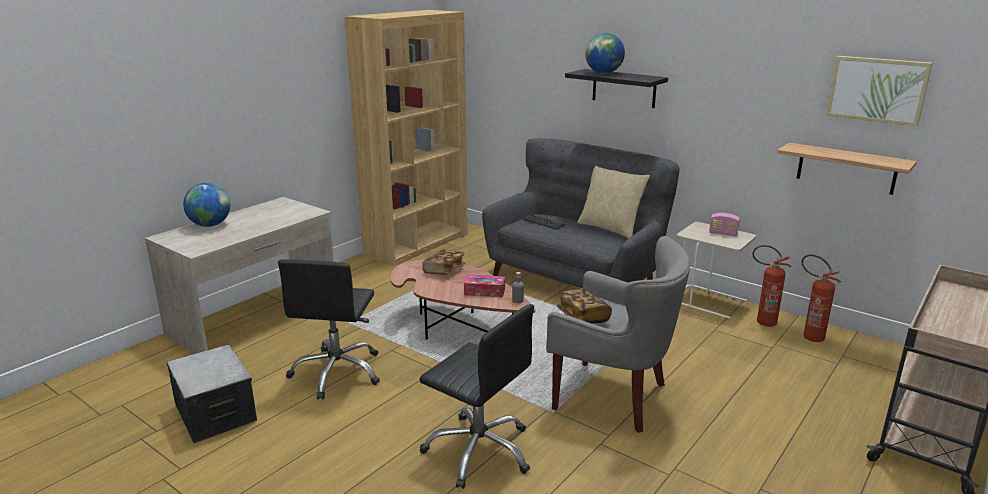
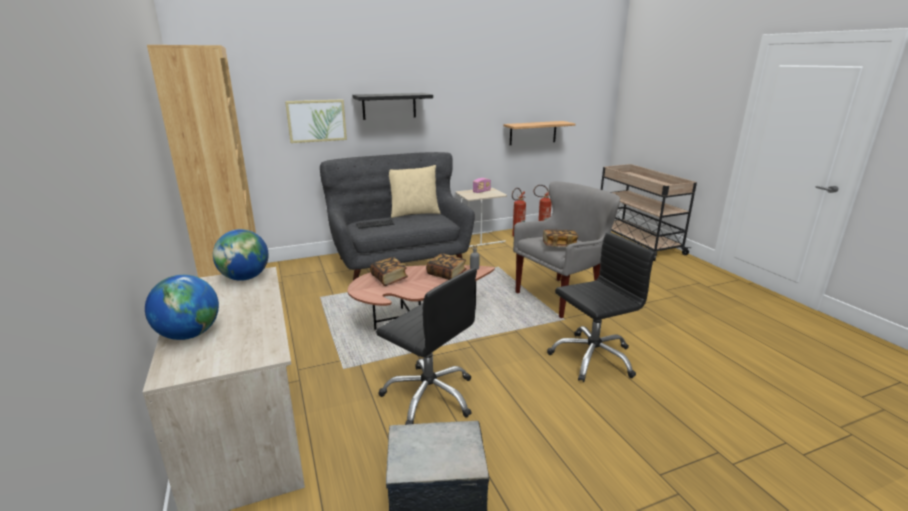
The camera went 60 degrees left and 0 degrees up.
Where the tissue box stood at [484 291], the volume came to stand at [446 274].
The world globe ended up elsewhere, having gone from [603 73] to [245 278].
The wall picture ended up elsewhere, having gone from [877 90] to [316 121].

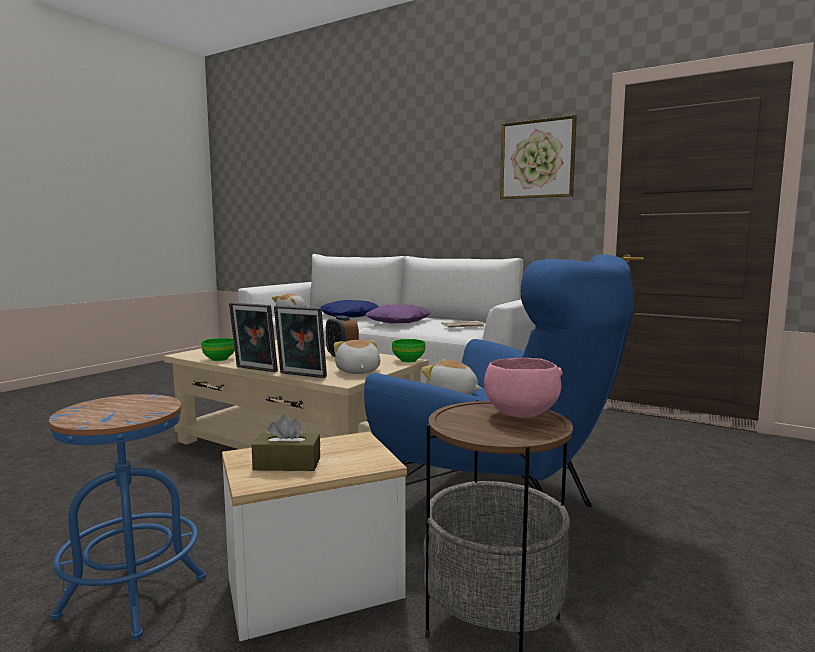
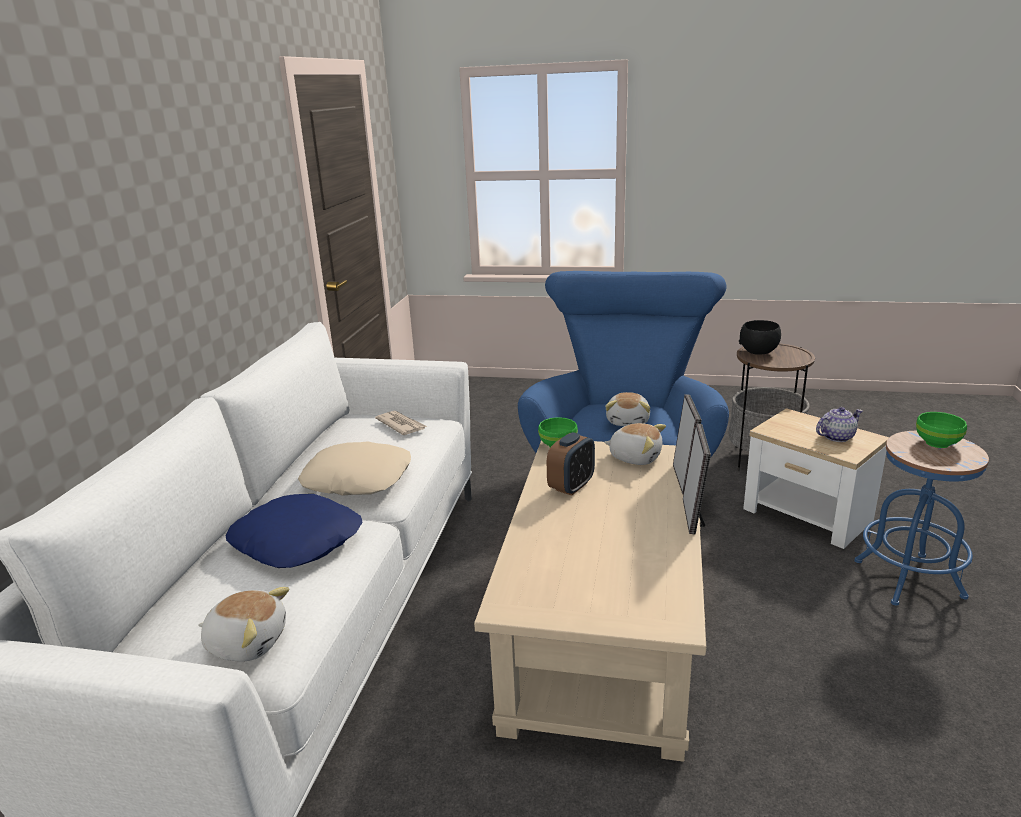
The camera went 110 degrees left and 15 degrees up.
The serving bowl in green-coloured ended up elsewhere, having gone from [220 359] to [936 443].
Where the tissue box in brown stood at [287 464], the teapot came to stand at [836 437].
The soft toy at [357 372] ended up facing another way, 120 degrees counterclockwise from before.
What was the pillow in purplish at [398 321] turned into the pillow in beige-coloured at [358 479].
What was the serving bowl in pink at [519 414] turned into the serving bowl in black-coloured at [759 352].
The second view lost the wall picture at [537 159].

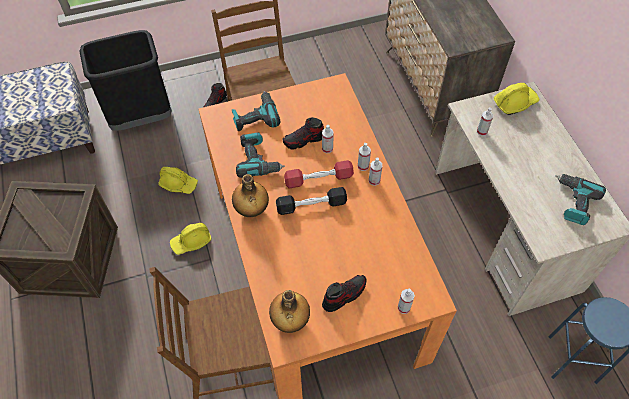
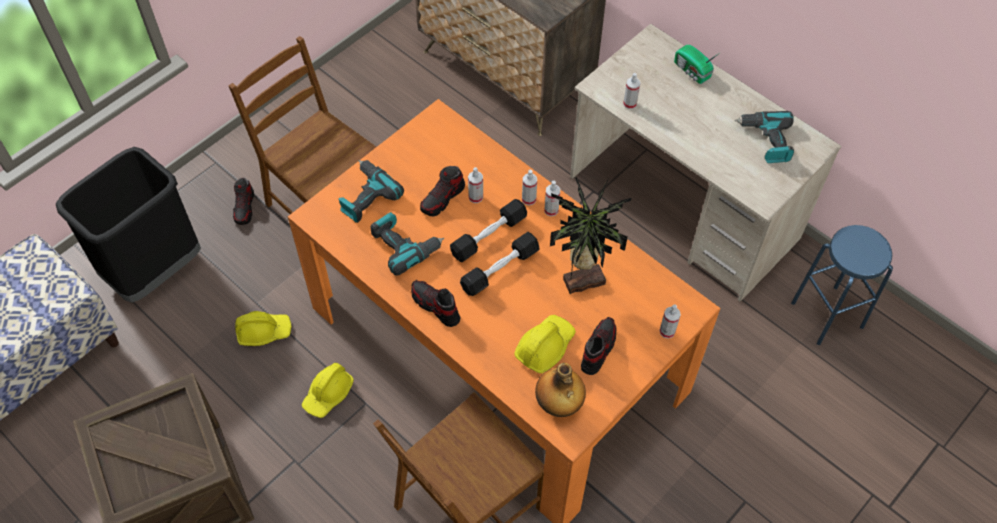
The camera went 30 degrees left and 0 degrees up.
Where the drink bottle stood at [251 210], the low shoe came to stand at [435 306].
What was the hand weight in red at [318 179] turned into the hand weight in black-coloured at [488 236].
The work helmet in yellow-coloured ended up elsewhere, having gone from [514 102] to [544 347].
The second view gained the houseplant at [582 279].
The second view gained the radio at [692 71].

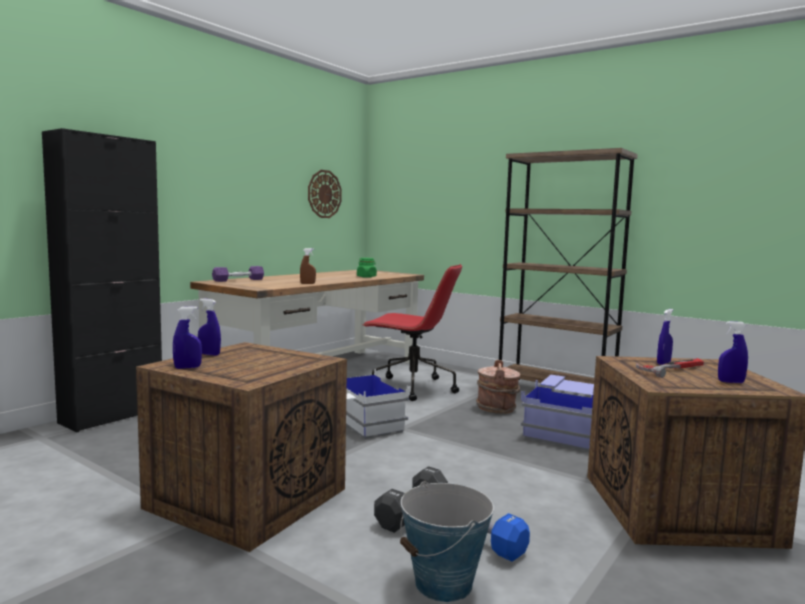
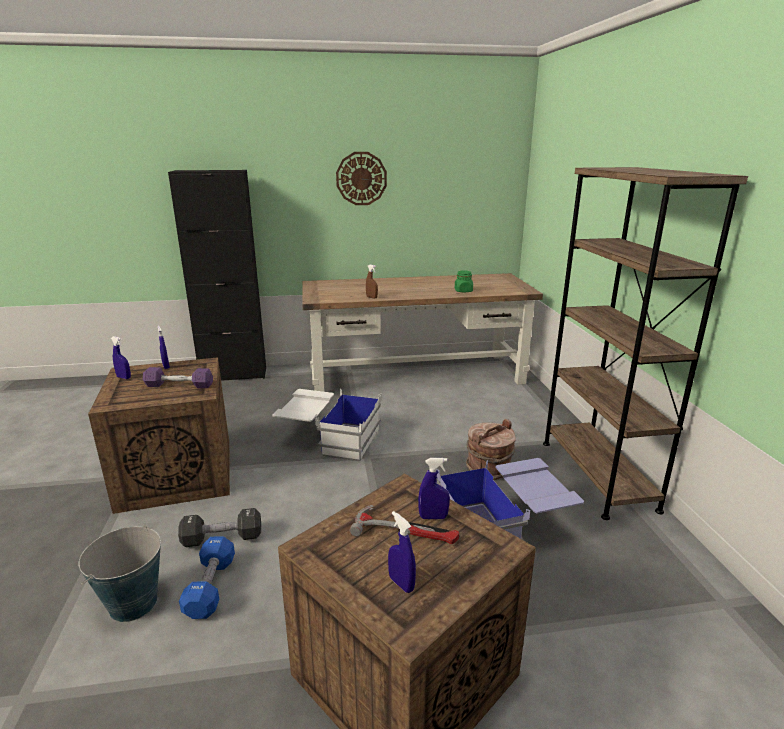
The camera went 45 degrees right and 15 degrees up.
The hand weight in purplish ended up elsewhere, having gone from [238 280] to [179 385].
The wall clock ended up elsewhere, having gone from [324 194] to [361 178].
The second view lost the office chair in red at [411 388].

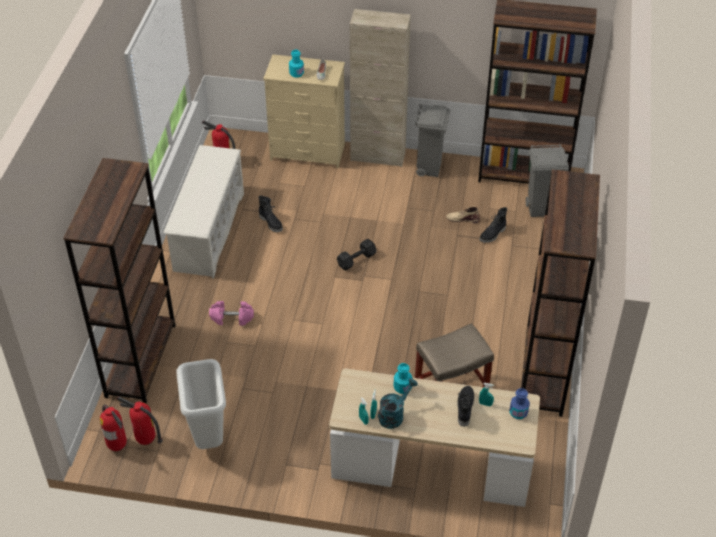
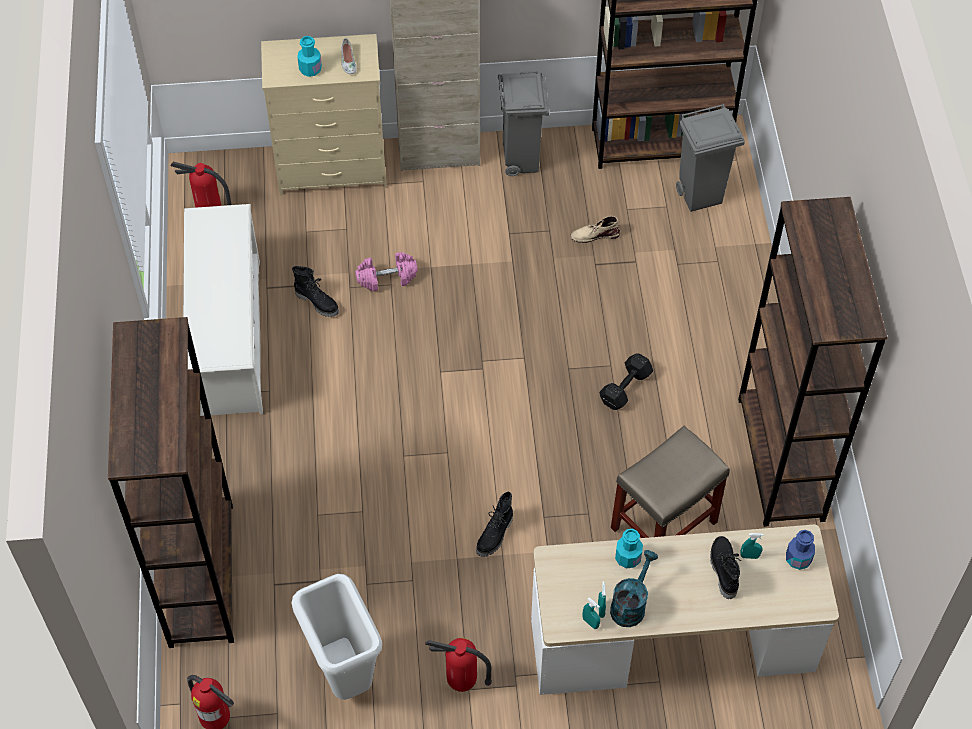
The camera went 15 degrees left and 10 degrees up.
The fire-fighting cylinder ended up elsewhere, having gone from [145 440] to [461 683].
The hand weight in pink ended up elsewhere, having gone from [232 318] to [387 278].
The hand weight in black-coloured ended up elsewhere, having gone from [355 260] to [624 389].
The high-top boot in black-coloured ended up elsewhere, having gone from [493 234] to [495 535].

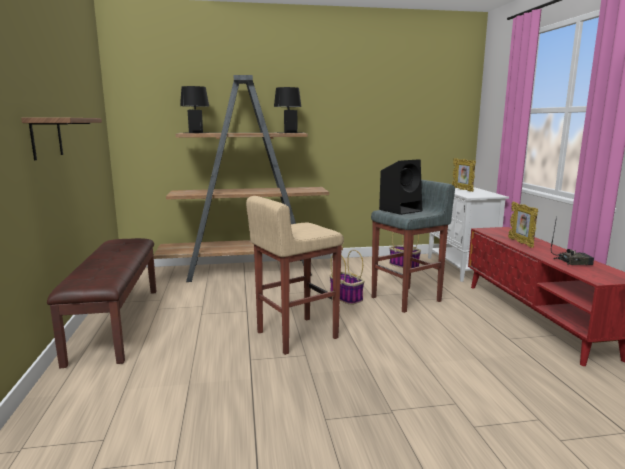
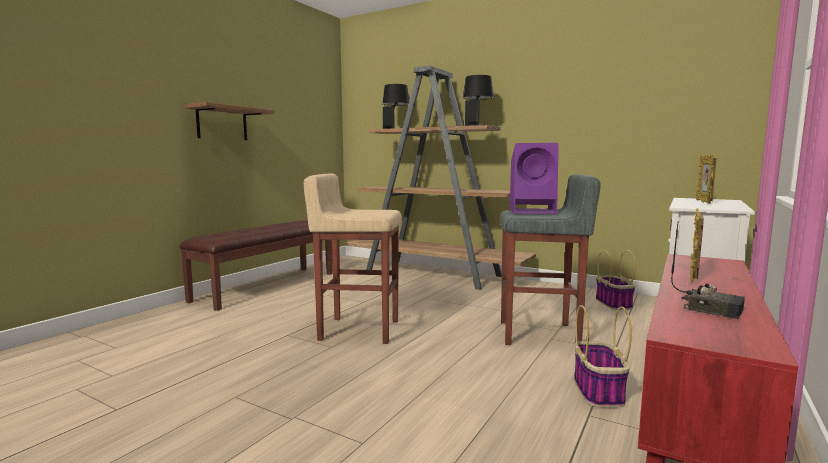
The camera went 40 degrees right and 5 degrees down.
The basket ended up elsewhere, having gone from [346 298] to [598 391].
What was the audio speaker in black-coloured at [401 210] turned into the audio speaker in purplish at [533 211].

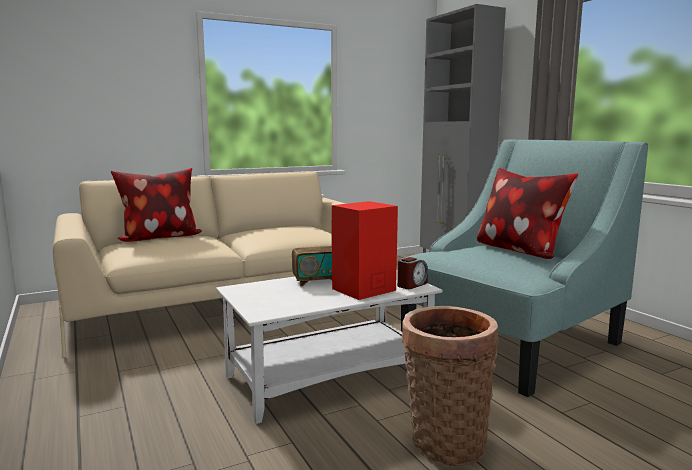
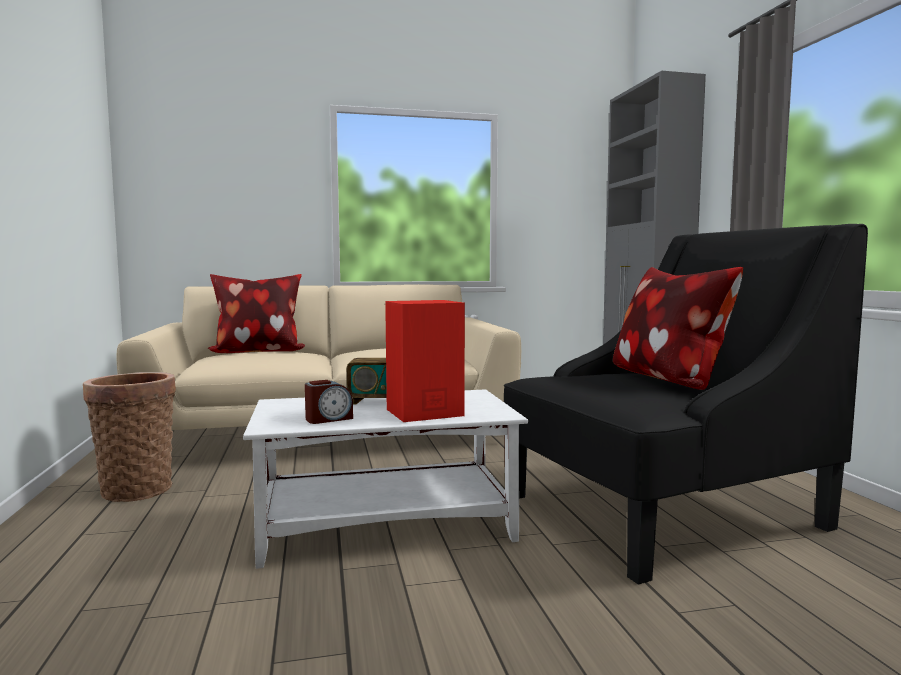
The camera went 15 degrees right and 5 degrees down.
The table clock ended up elsewhere, having gone from [412 285] to [328 419].
What was the armchair in turquoise-coloured at [510 343] turned into the armchair in black-coloured at [660 511].
The basket ended up elsewhere, having gone from [444 441] to [137 488].

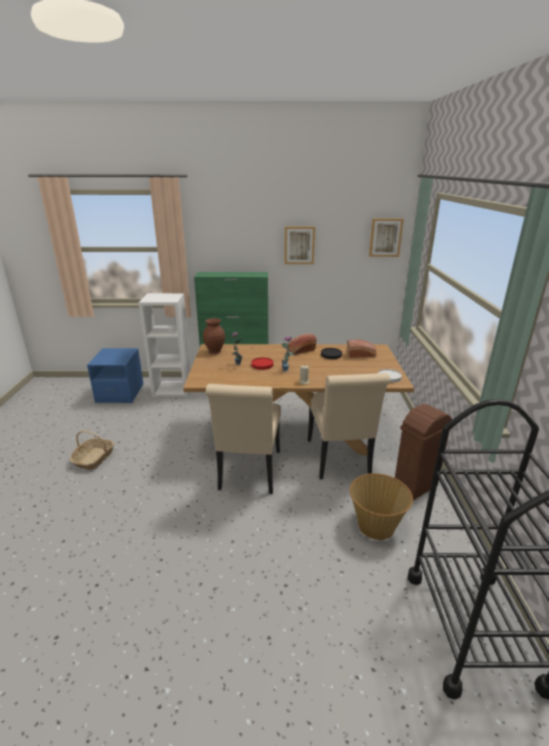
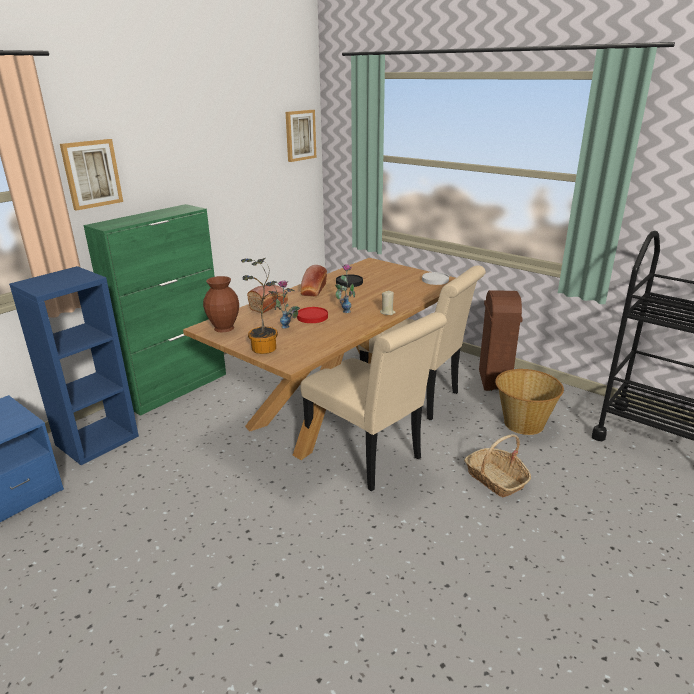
The camera went 50 degrees left and 0 degrees up.
The basket ended up elsewhere, having gone from [94 458] to [496 479].
What was the shelving unit in whitish at [173 389] turned into the shelving unit in blue at [97 440].
The wall picture ended up elsewhere, having gone from [299 245] to [91 174].
The bread ended up elsewhere, having gone from [361 355] to [270 305].
The second view gained the houseplant at [268 348].

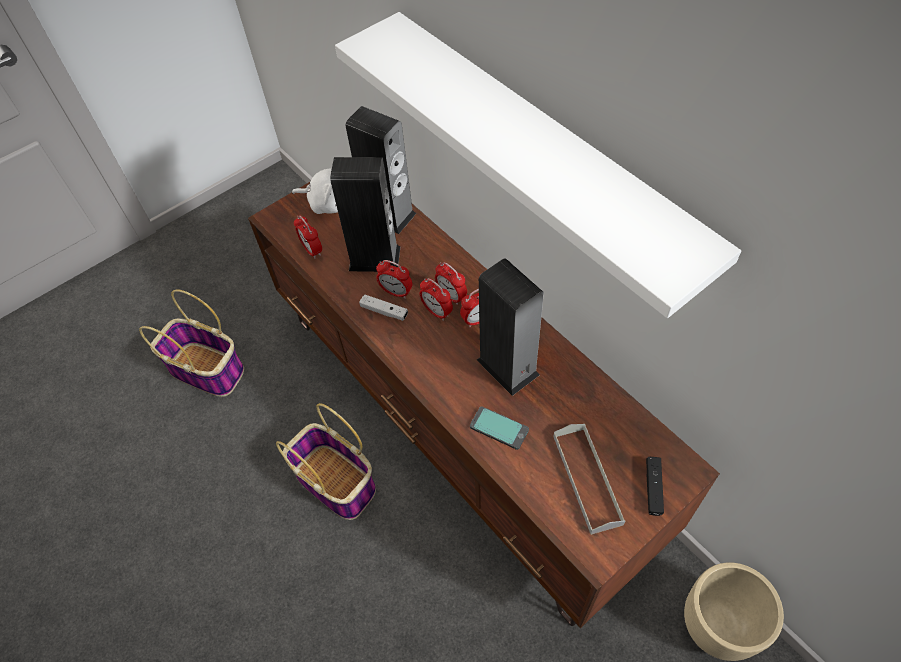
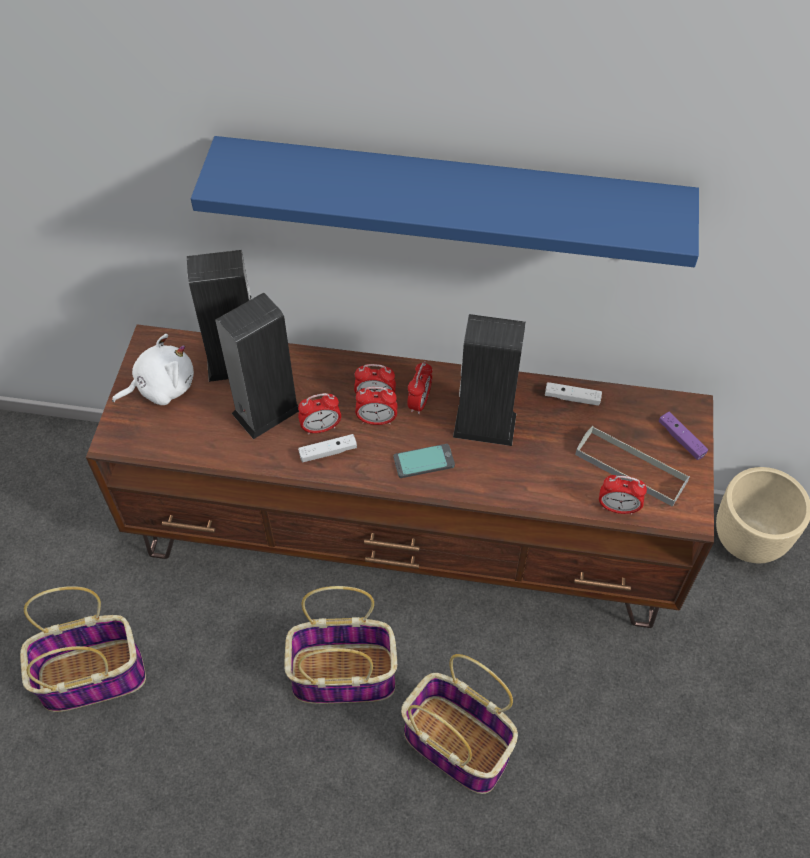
The camera went 45 degrees left and 0 degrees up.
The table clock ended up elsewhere, having gone from [312 250] to [617 508].
What was the bracket shelf in whitish at [542 152] turned into the bracket shelf in blue at [450 199].
The handset ended up elsewhere, having gone from [499 428] to [423 461].
What was the joypad in black-coloured at [653 488] turned into the joypad in purplish at [681 439].
The second view gained the basket at [458 745].
The second view gained the joypad in whitish at [572 398].

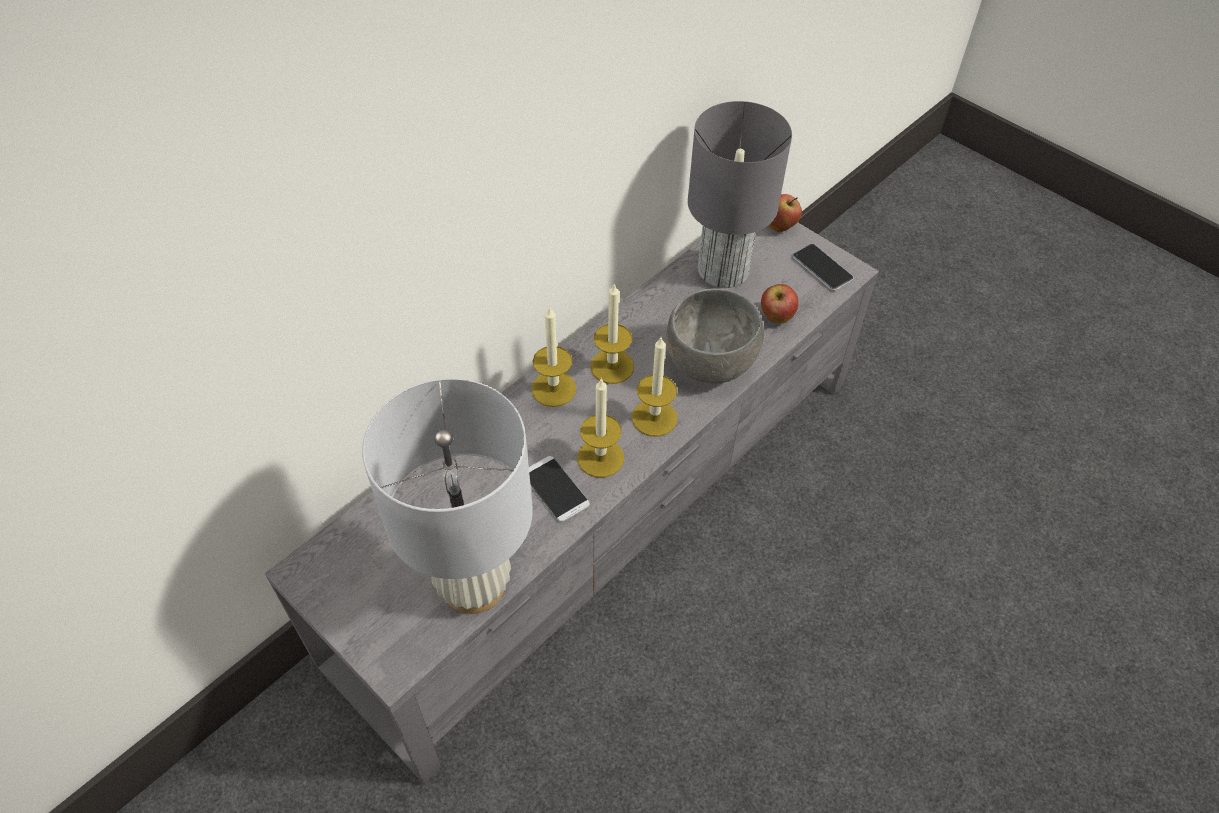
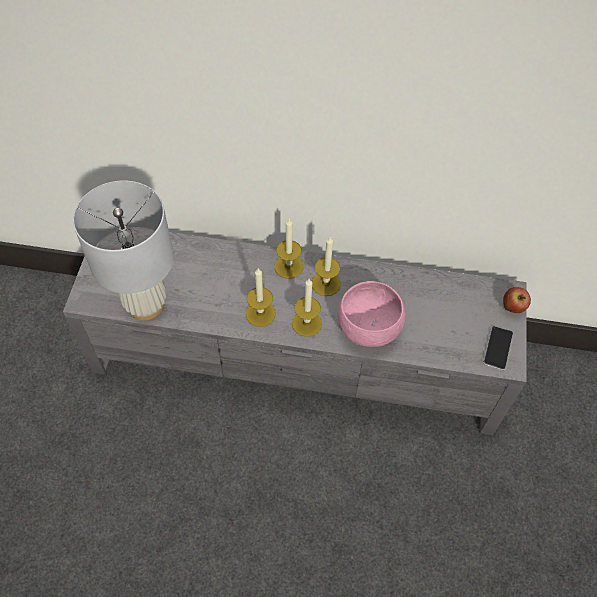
The camera went 55 degrees right and 5 degrees up.
The second view lost the handset at [555 489].
What was the serving bowl in grey at [709 362] turned into the serving bowl in pink at [369 328].
The second view lost the table lamp in grey at [724 271].
The second view lost the apple fruit at [776 317].

